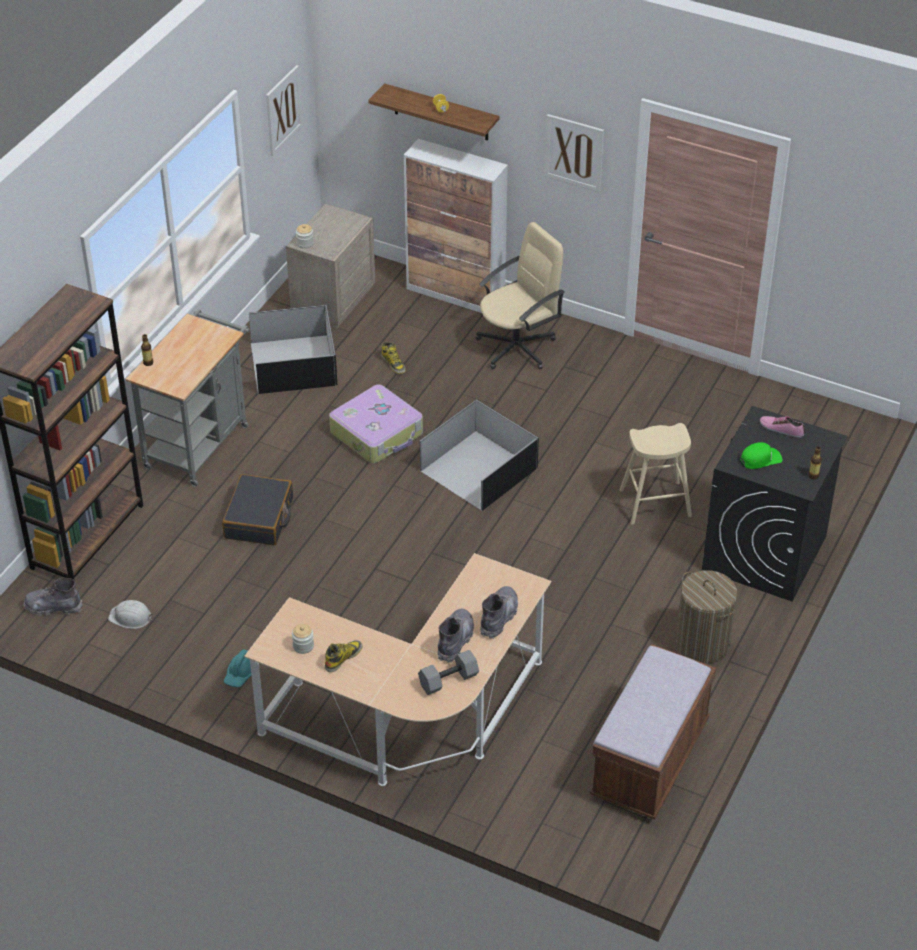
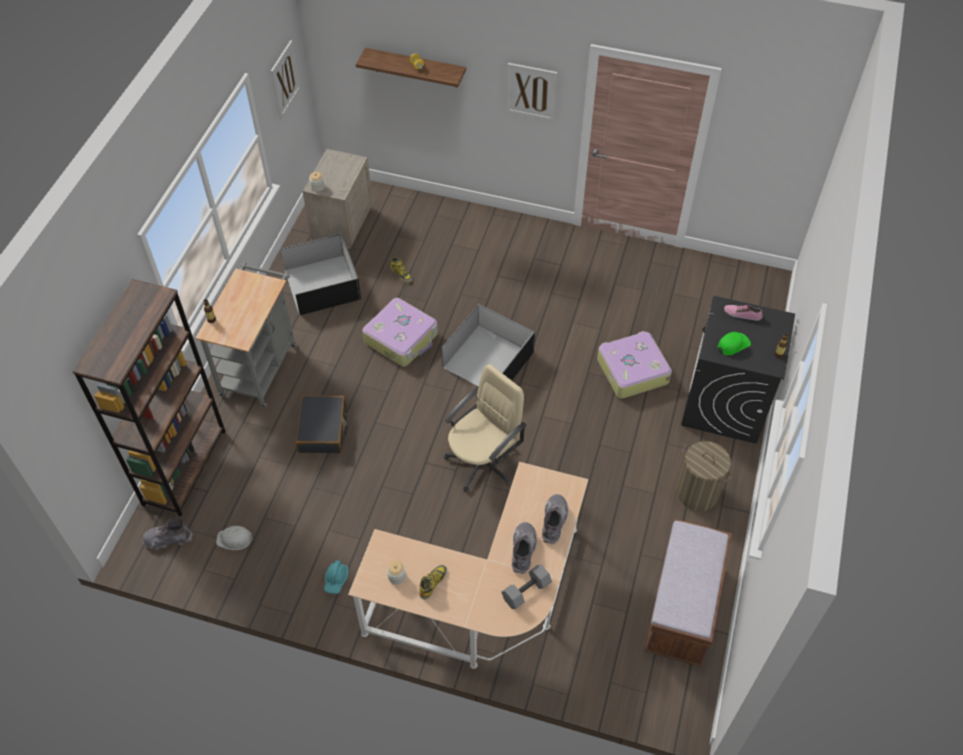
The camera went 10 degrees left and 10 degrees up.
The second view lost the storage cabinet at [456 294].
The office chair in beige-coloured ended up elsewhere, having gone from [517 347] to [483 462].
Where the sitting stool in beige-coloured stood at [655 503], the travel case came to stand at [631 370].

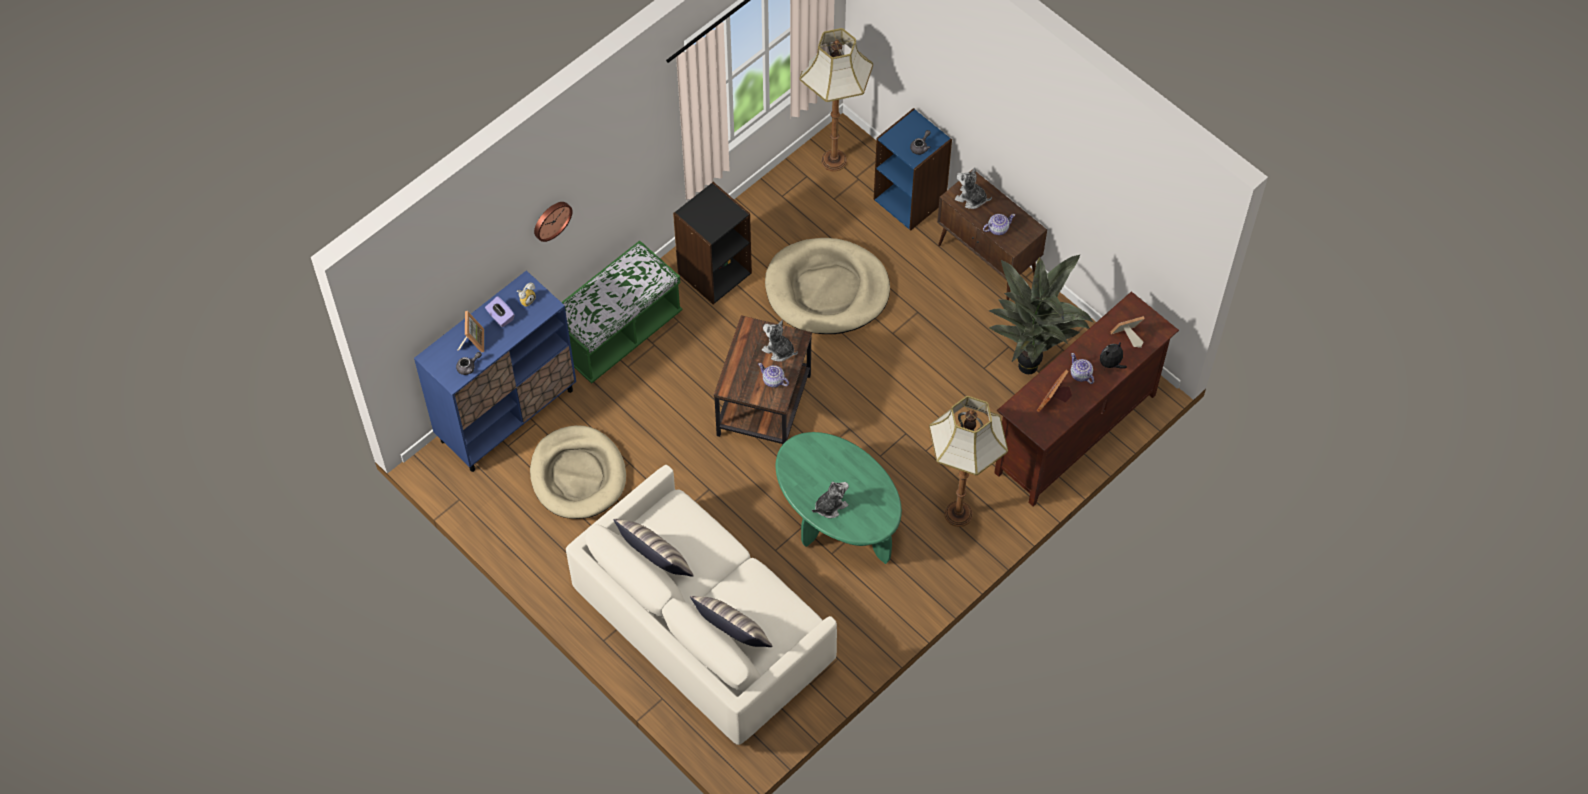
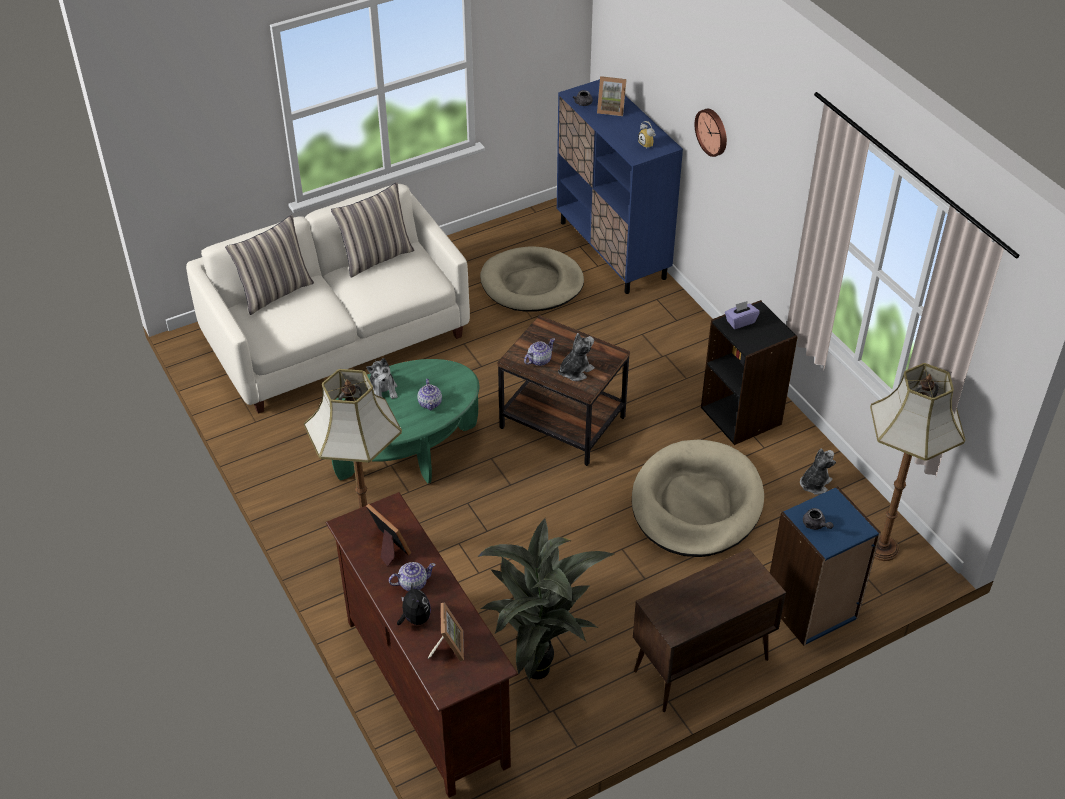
The camera went 105 degrees right and 15 degrees down.
The tissue box in purplish ended up elsewhere, having gone from [500 317] to [740 321].
The second view lost the indoor bench in green-coloured at [618 332].
The soft toy ended up elsewhere, having gone from [971 198] to [814 484].
The teapot ended up elsewhere, having gone from [997 228] to [430 403].

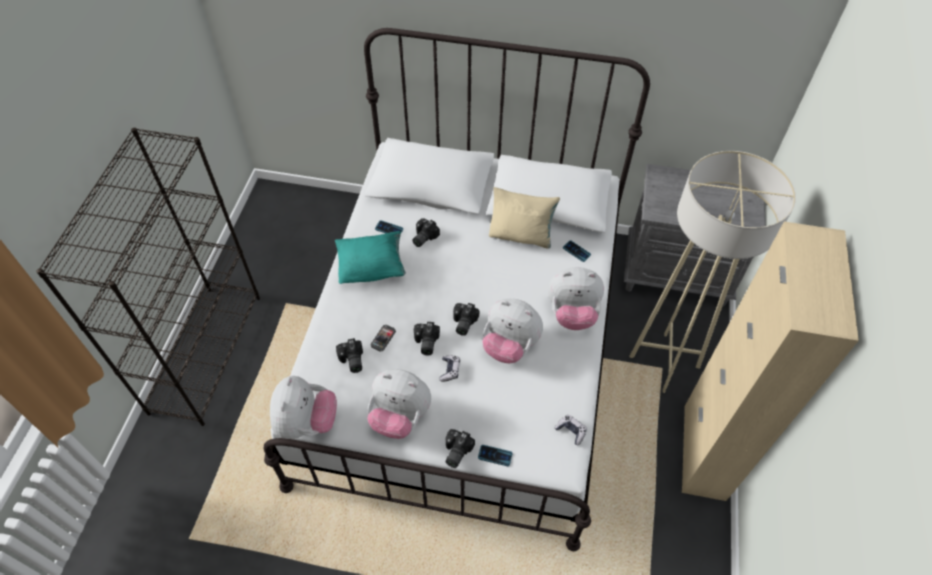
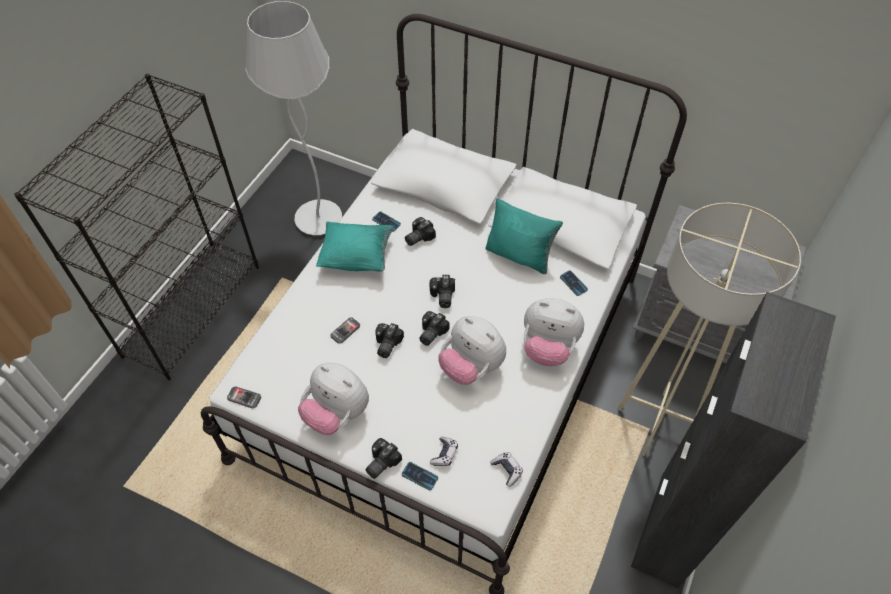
The camera went 15 degrees right and 0 degrees up.
Where the soft toy stood at [306 422], the handset came to stand at [244 398].
The photo camera ended up elsewhere, having gone from [351 361] to [442 297].
The joypad ended up elsewhere, having gone from [450 370] to [444 454].
What was the pillow in beige-coloured at [521 236] turned into the pillow in turquoise-coloured at [519 255].
What was the storage cabinet in beige-coloured at [704 452] turned into the storage cabinet in black-coloured at [669 529].
The second view gained the standard lamp in whitish at [318 220].

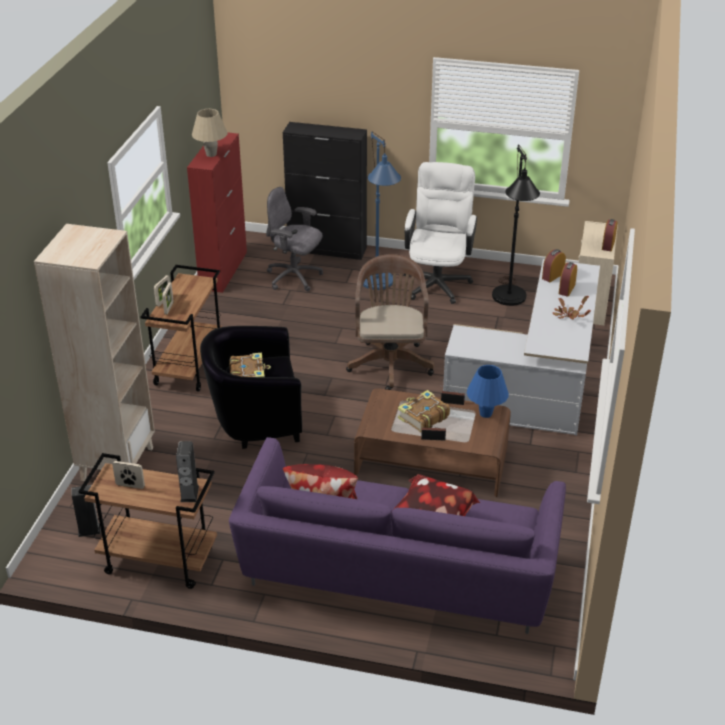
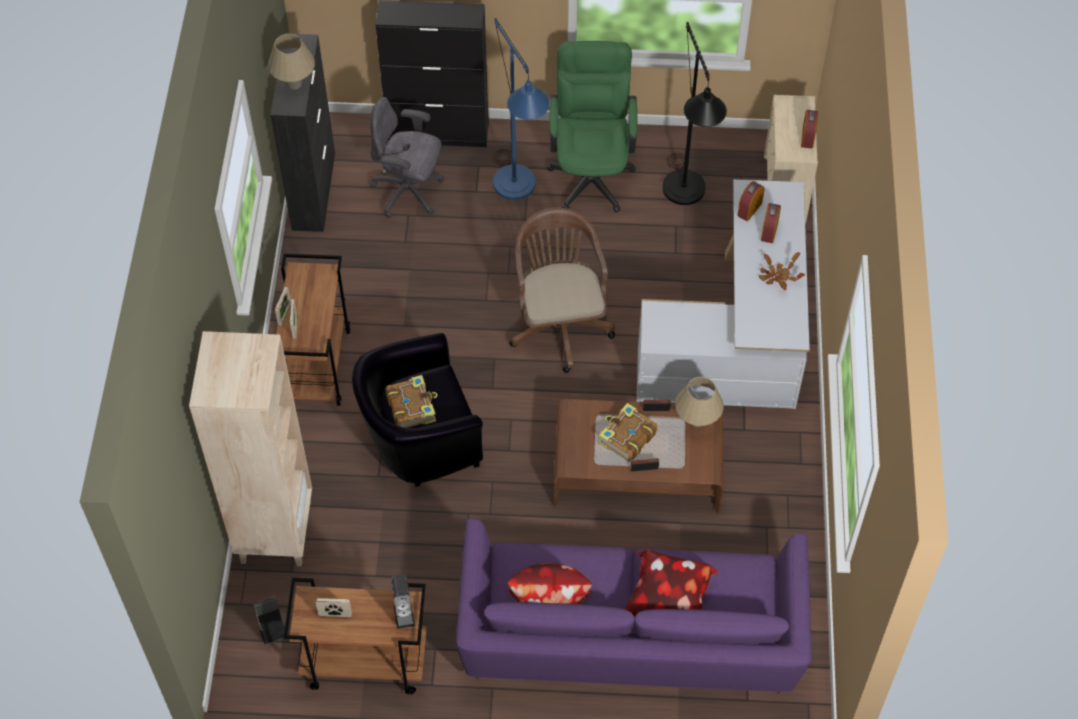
The camera went 10 degrees left and 20 degrees up.
What was the storage cabinet in red at [223 270] turned into the storage cabinet in black-coloured at [314 190].
What was the office chair in whitish at [438 281] turned into the office chair in green-coloured at [591 172].
What was the table lamp in blue at [485 413] turned into the table lamp in beige-coloured at [697 421].

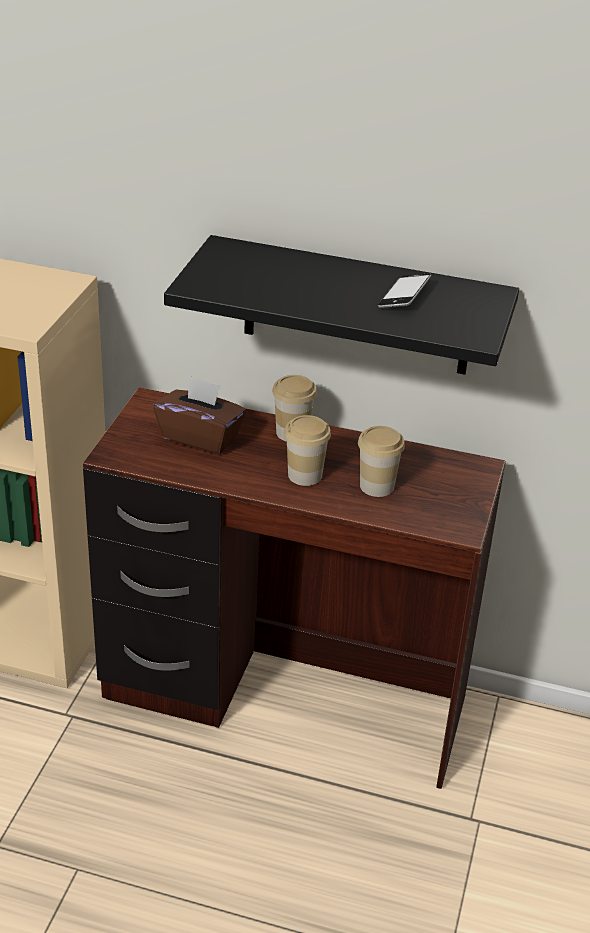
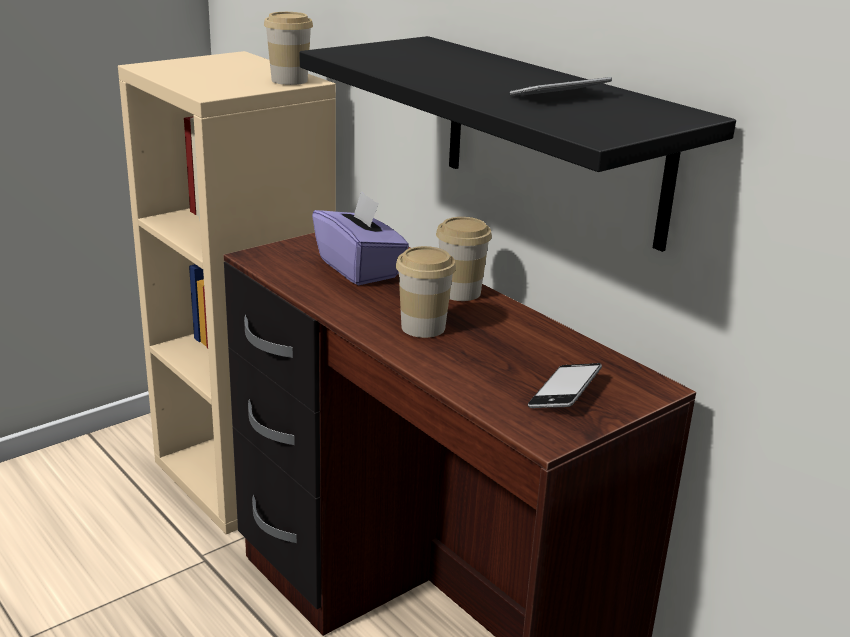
The camera went 35 degrees right and 10 degrees down.
What was the tissue box in brown at [200 437] turned into the tissue box in purplish at [360 268].
The drinking cup ended up elsewhere, having gone from [377 486] to [289 80].
The second view gained the handset at [564 393].

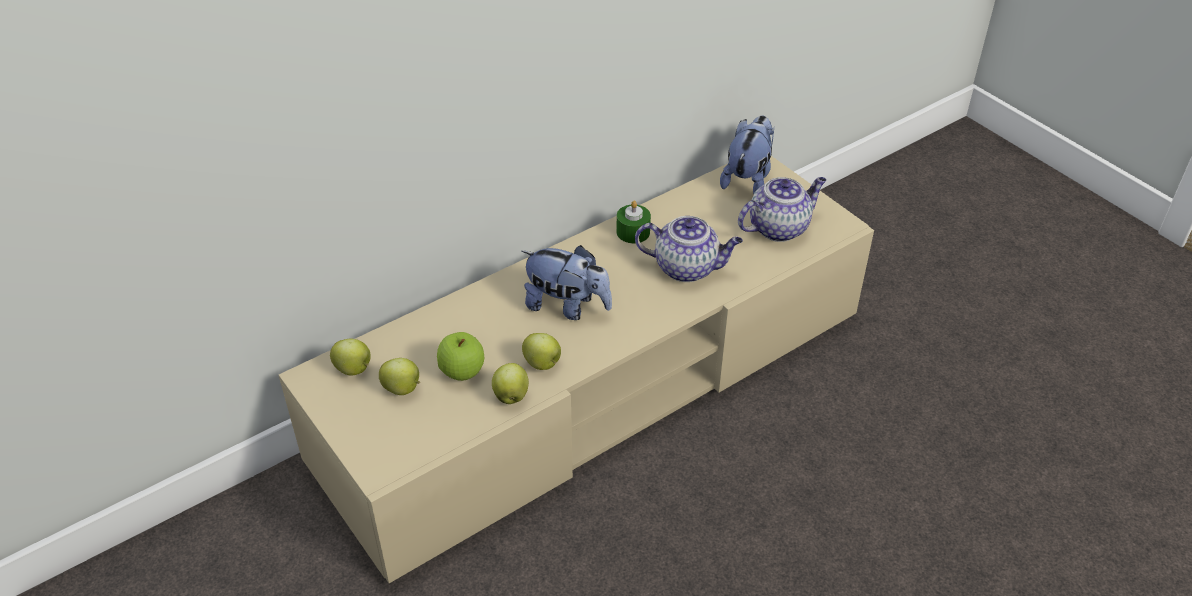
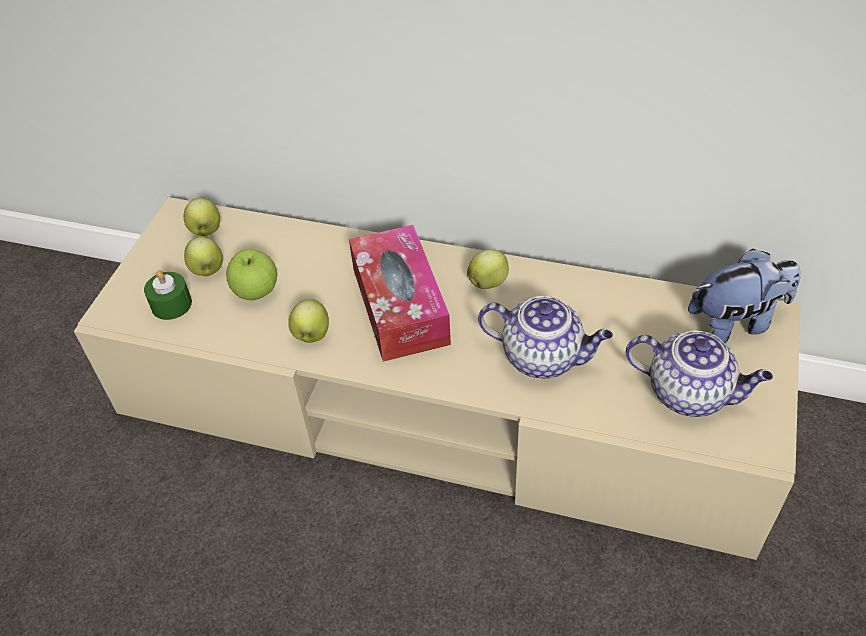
The camera went 55 degrees right and 5 degrees up.
The apple fruit ended up elsewhere, having gone from [511 395] to [488 282].
Where the soft toy stood at [567 306], the tissue box came to stand at [400 305].
The wax light in green-coloured ended up elsewhere, having gone from [633 232] to [171 304].
The teapot at [687 268] ended up facing another way, 45 degrees counterclockwise from before.

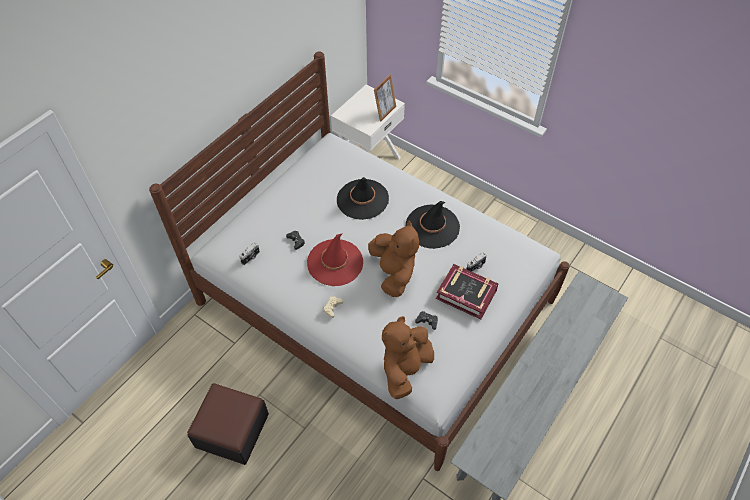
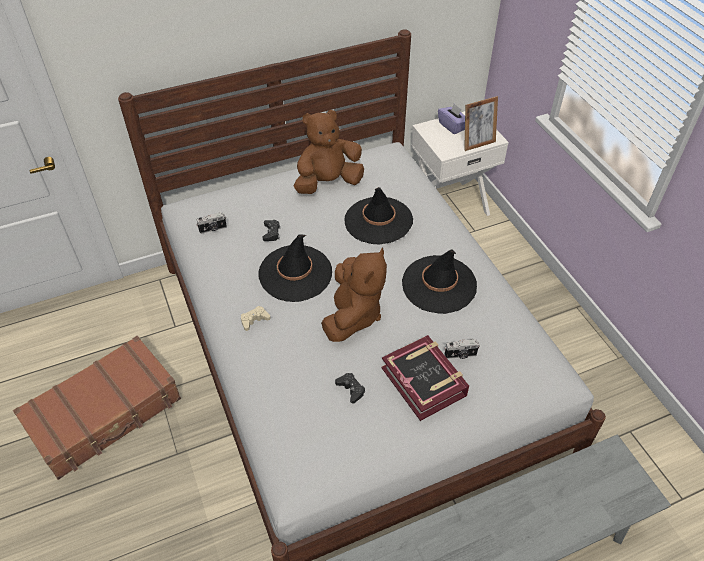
The camera went 30 degrees right and 5 degrees down.
Where the ottoman stood at [232 430], the travel case in brown came to stand at [105 414].
What was the hat in red at [335 262] turned into the hat in black-coloured at [295 273].
The soft toy in brown ended up elsewhere, having gone from [405 369] to [328 183].
The second view gained the tissue box in purplish at [452 126].

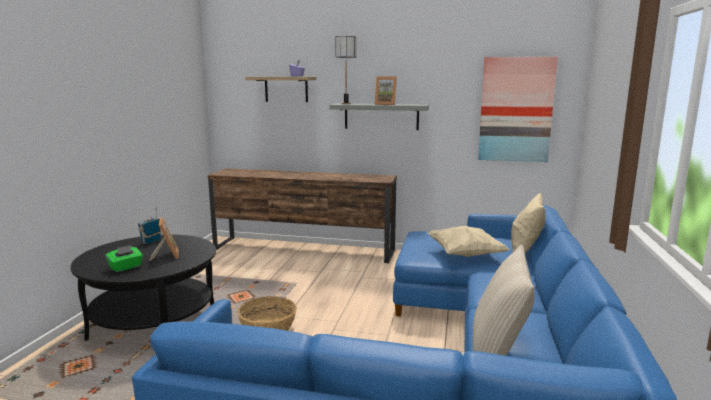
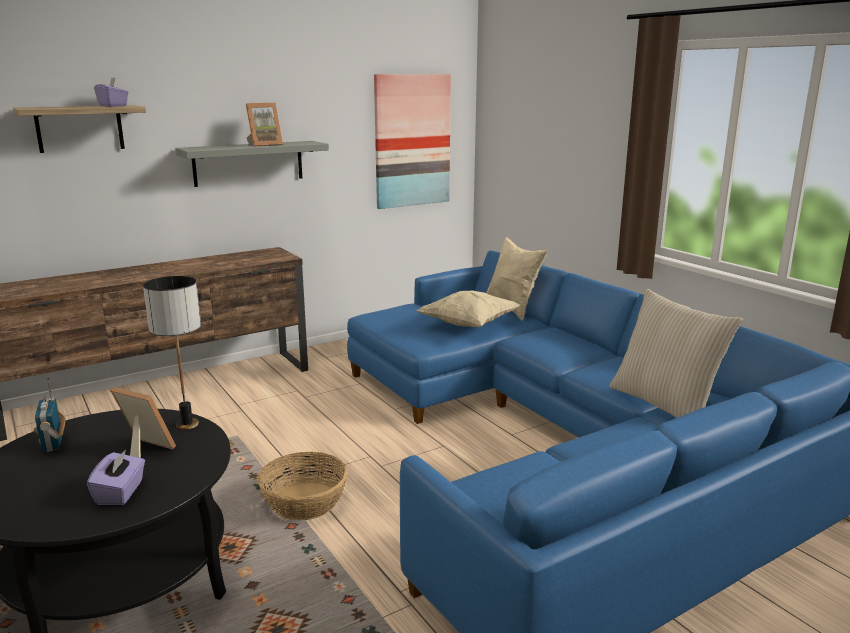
The camera went 45 degrees left and 5 degrees up.
What was the tissue box in green-coloured at [126 267] turned into the tissue box in purplish at [120 493].
The table lamp ended up elsewhere, having gone from [346 104] to [187 424].

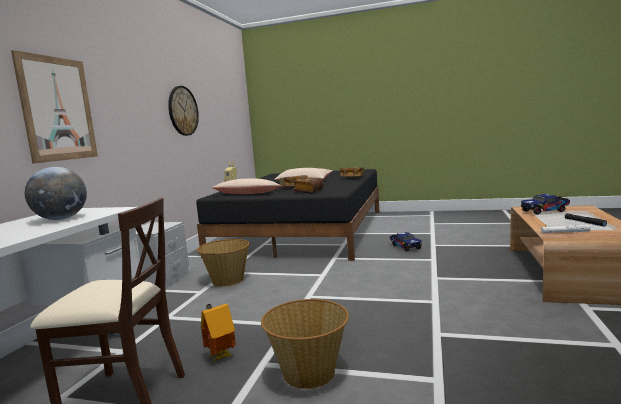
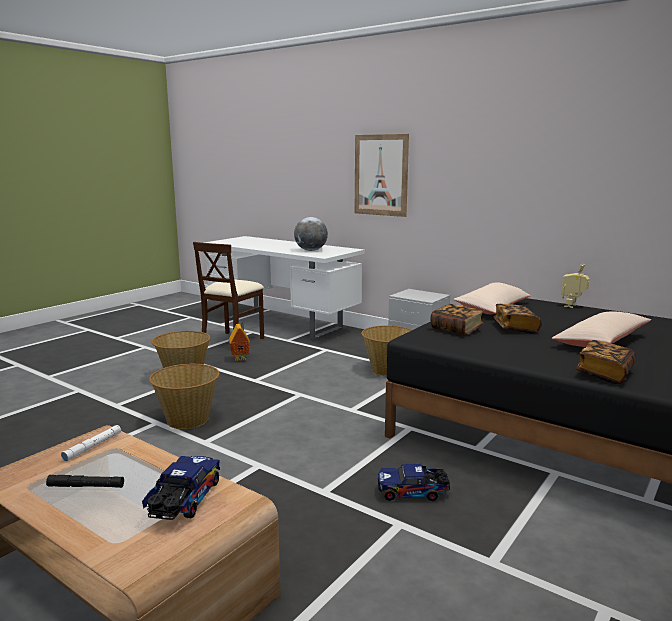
The camera went 110 degrees right and 5 degrees up.
The second view lost the wall clock at [183 111].
The second view gained the basket at [188 419].

